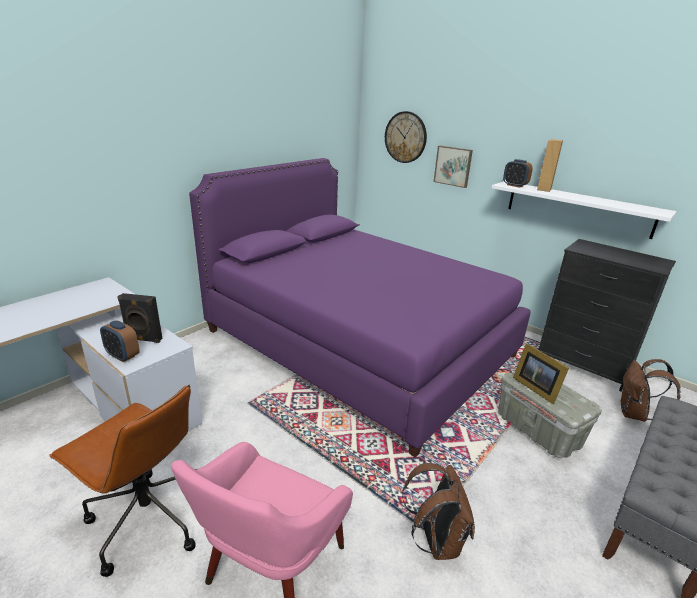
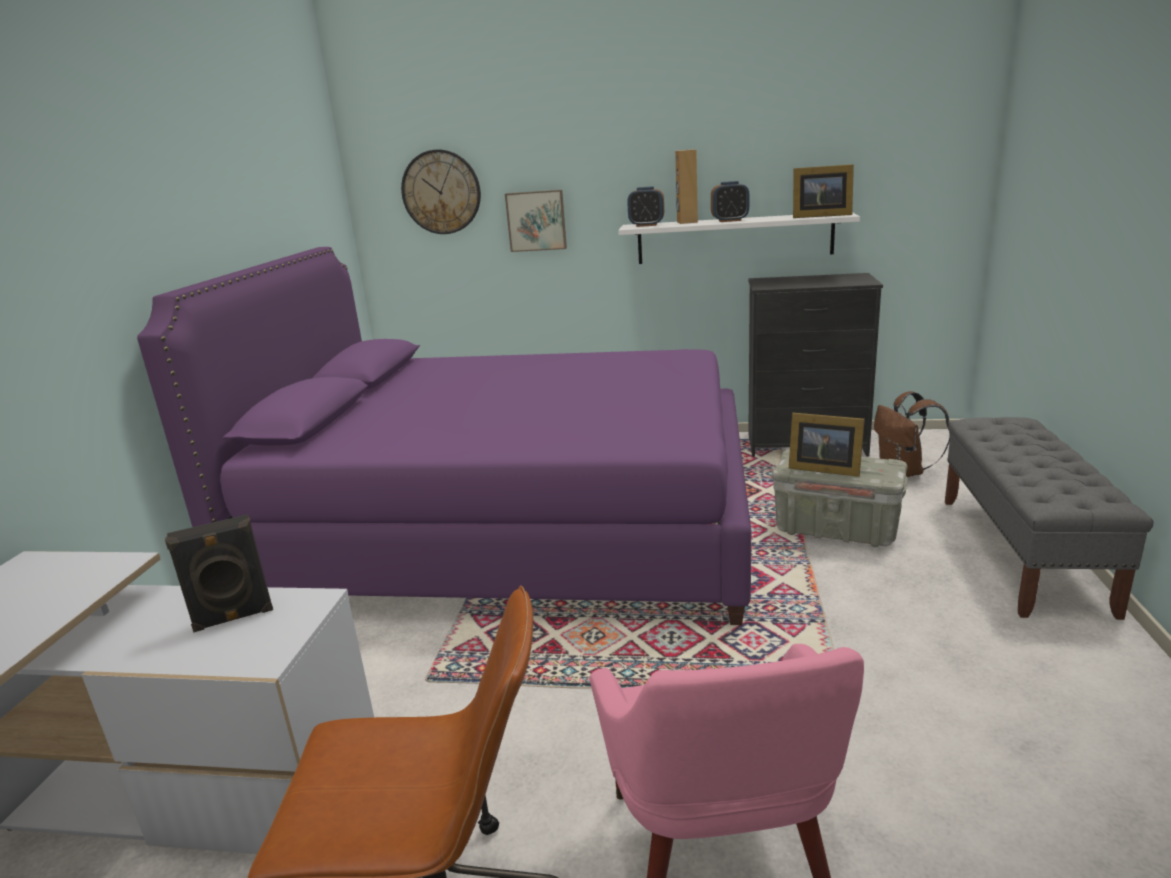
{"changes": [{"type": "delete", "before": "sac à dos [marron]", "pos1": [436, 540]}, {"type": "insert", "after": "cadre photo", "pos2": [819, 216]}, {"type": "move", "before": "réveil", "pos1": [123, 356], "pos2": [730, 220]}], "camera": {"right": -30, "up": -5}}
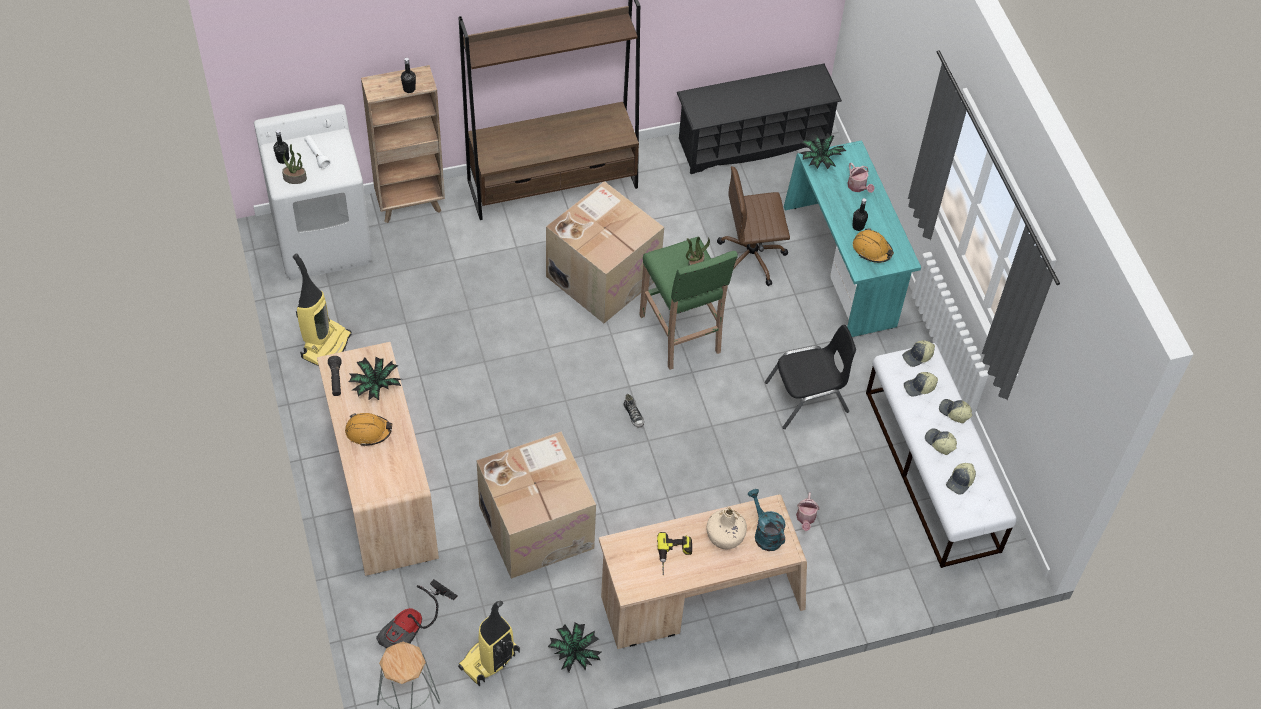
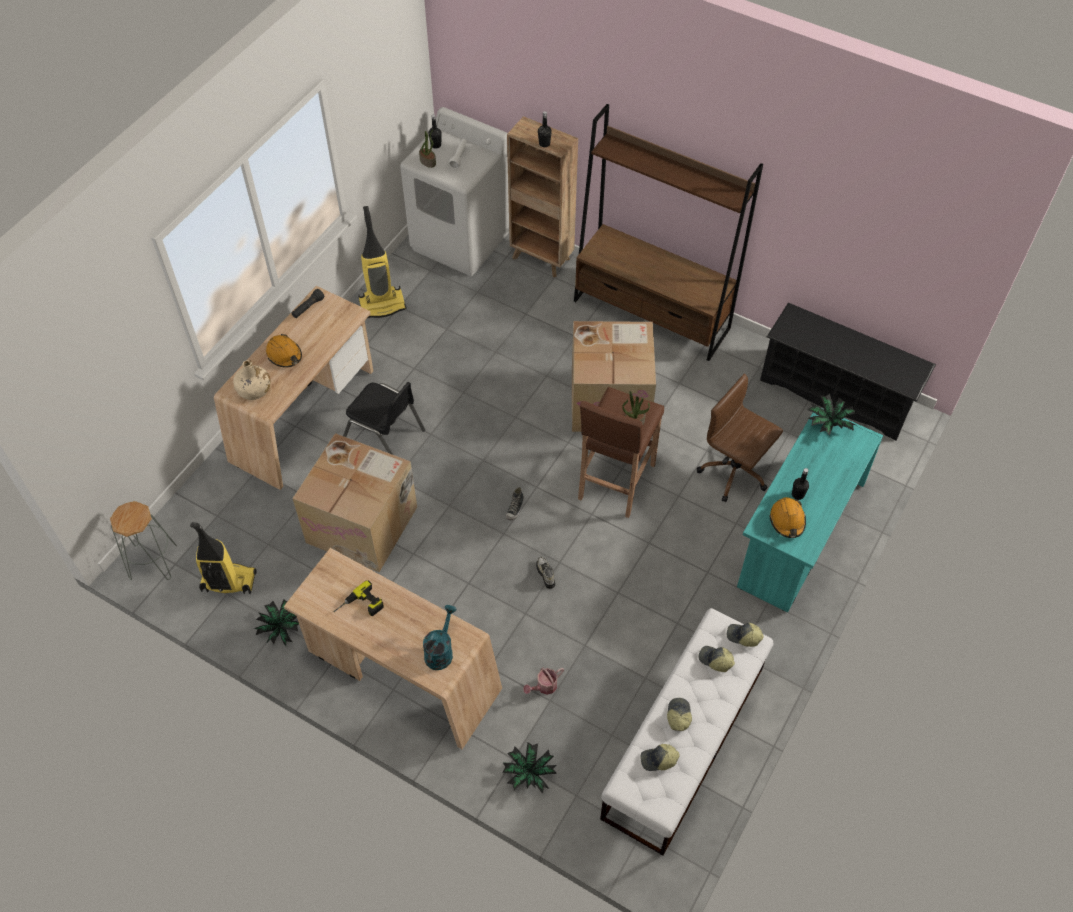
{"changes": [{"type": "delete", "before": "aspirateur", "pos1": [414, 628]}, {"type": "delete", "before": "arrosoir", "pos1": [858, 187]}, {"type": "delete", "before": "casquette", "pos1": [954, 412]}, {"type": "insert", "after": "chaussure", "pos2": [545, 574]}, {"type": "move", "before": "plante en pot", "pos1": [375, 385], "pos2": [529, 773]}, {"type": "move", "before": "bouteille [beige]", "pos1": [725, 535], "pos2": [254, 390]}, {"type": "move", "before": "chaise [noir]", "pos1": [807, 398], "pos2": [384, 434]}, {"type": "recolor", "before": "tabouret [vert]", "after": "tabouret [marron]", "pos1": [681, 335], "pos2": [615, 483]}], "camera": {"right": 50, "up": 0}}
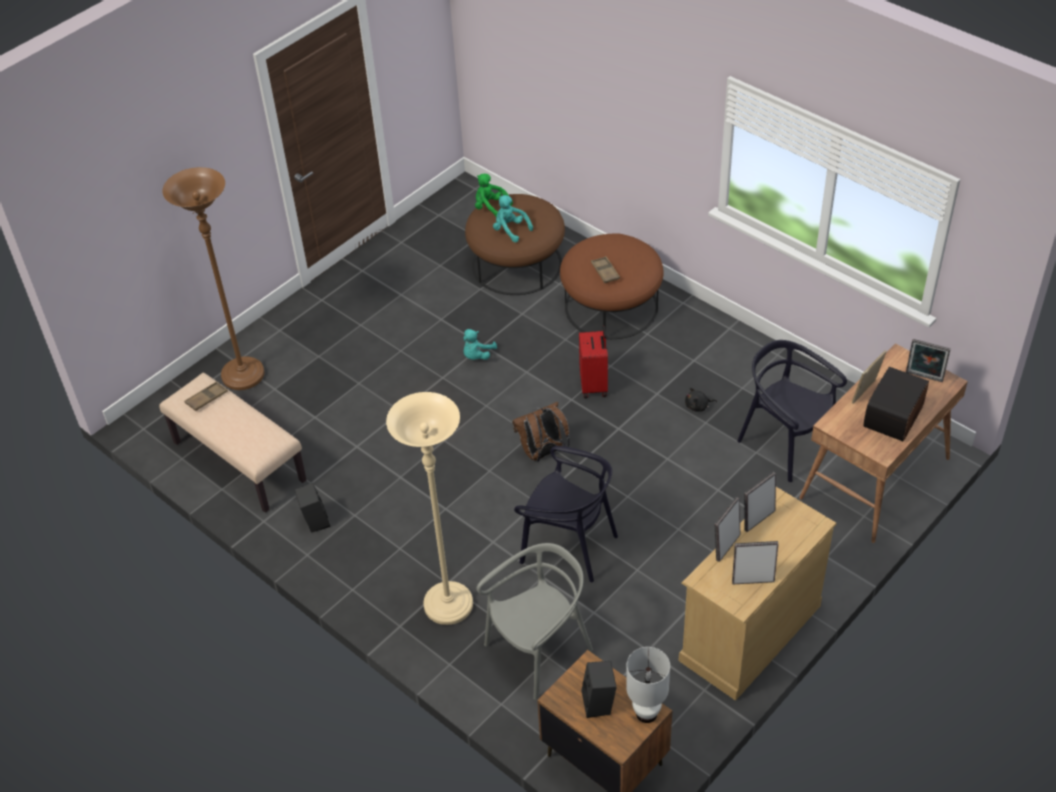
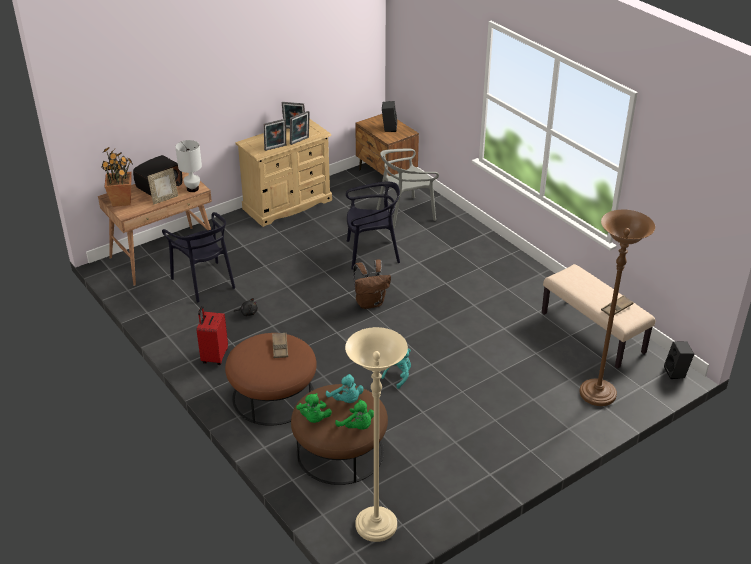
{"changes": [{"type": "insert", "after": "peluche [vert]", "pos2": [314, 418]}, {"type": "move", "before": "enceinte [noir]", "pos1": [314, 521], "pos2": [676, 372]}, {"type": "move", "before": "lampadaire [beige]", "pos1": [448, 605], "pos2": [376, 526]}, {"type": "move", "before": "valise [rouge]", "pos1": [595, 385], "pos2": [214, 357]}, {"type": "move", "before": "lampe de table [blanc]", "pos1": [646, 714], "pos2": [193, 189]}, {"type": "replace", "before": "cadre photo", "after": "plante en pot", "pos1": [923, 378], "pos2": [122, 201]}, {"type": "rotate", "before": "chaise [noir]", "pos1": [568, 546], "pos2": [372, 253], "turn": 135}], "camera": {"right": -170, "up": -10}}
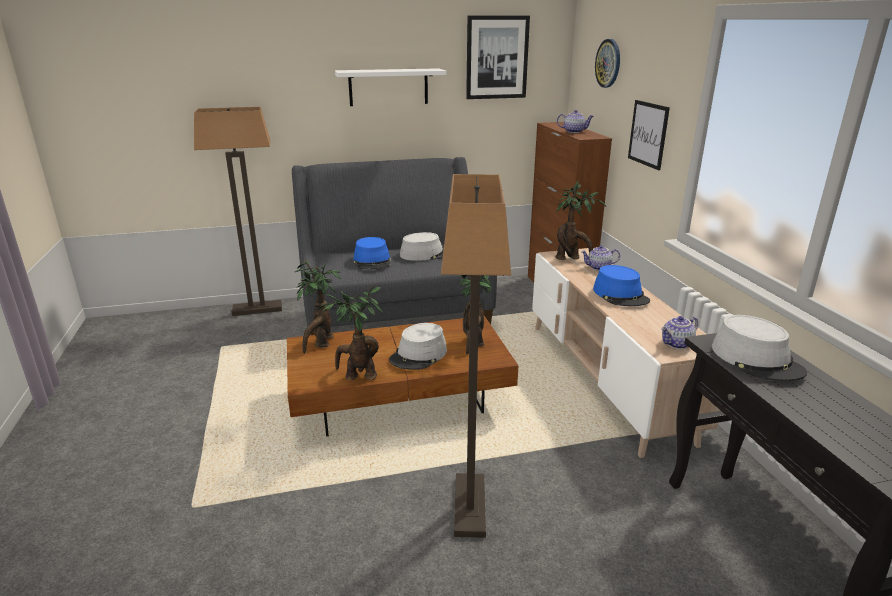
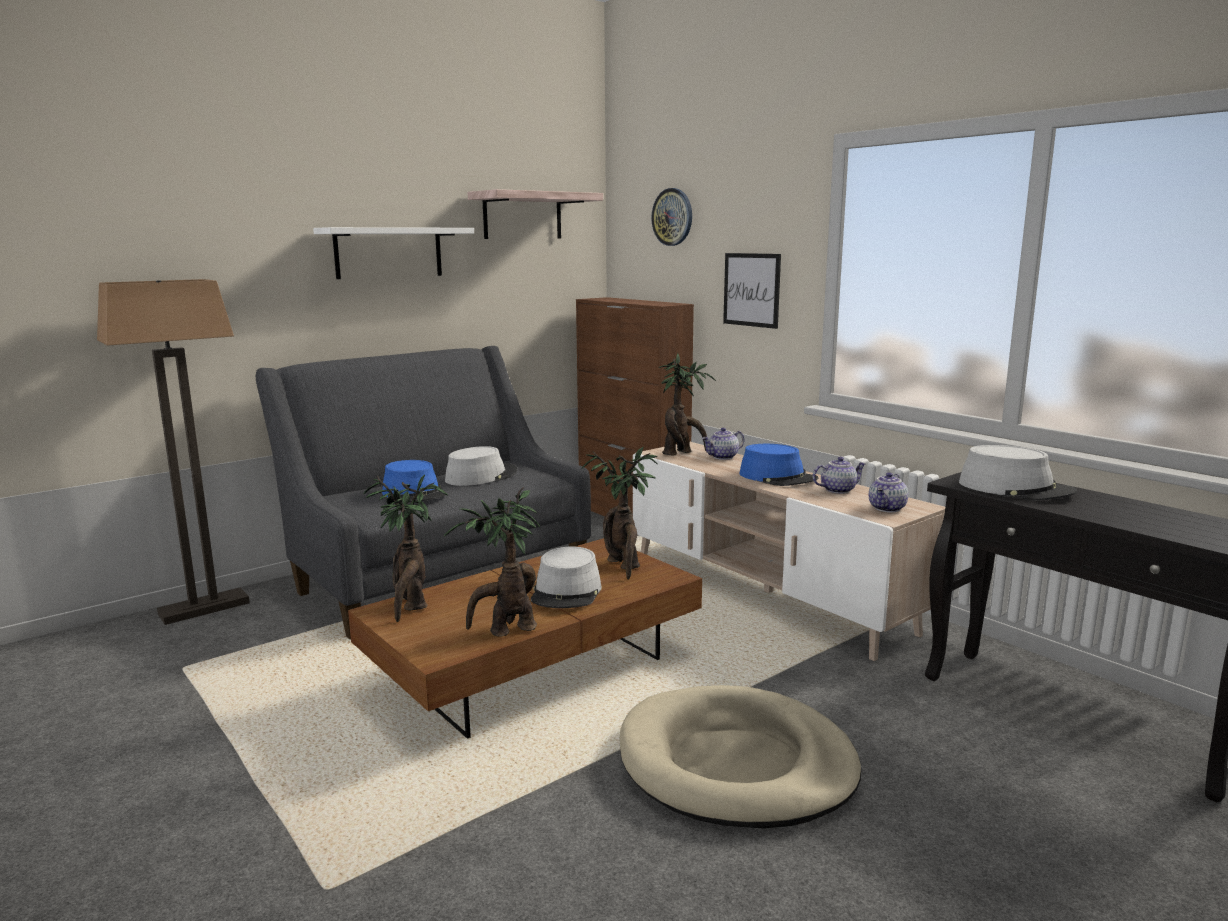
{"changes": [{"type": "move", "before": "théière", "pos1": [574, 131], "pos2": [838, 490]}, {"type": "replace", "before": "lampadaire", "after": "panier pour chien [beige]", "pos1": [470, 507], "pos2": [736, 764]}, {"type": "replace", "before": "tableau", "after": "étagère", "pos1": [497, 57], "pos2": [522, 216]}], "camera": {"right": -25, "up": -10}}
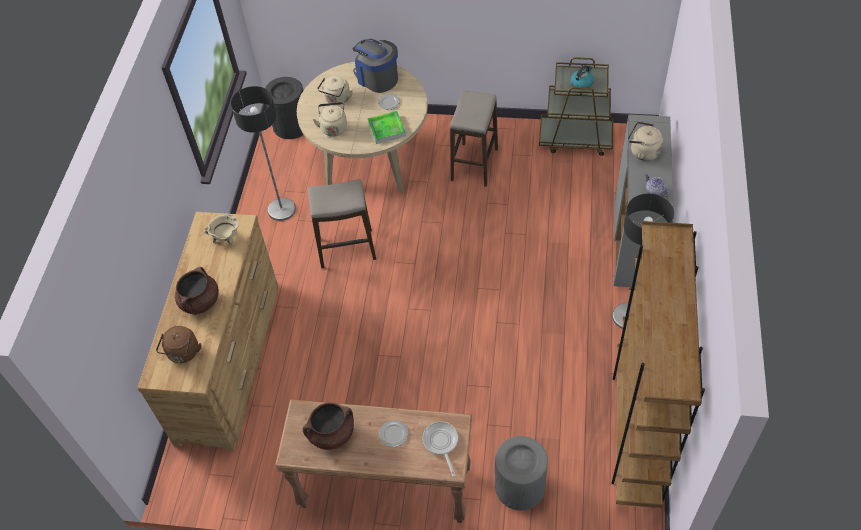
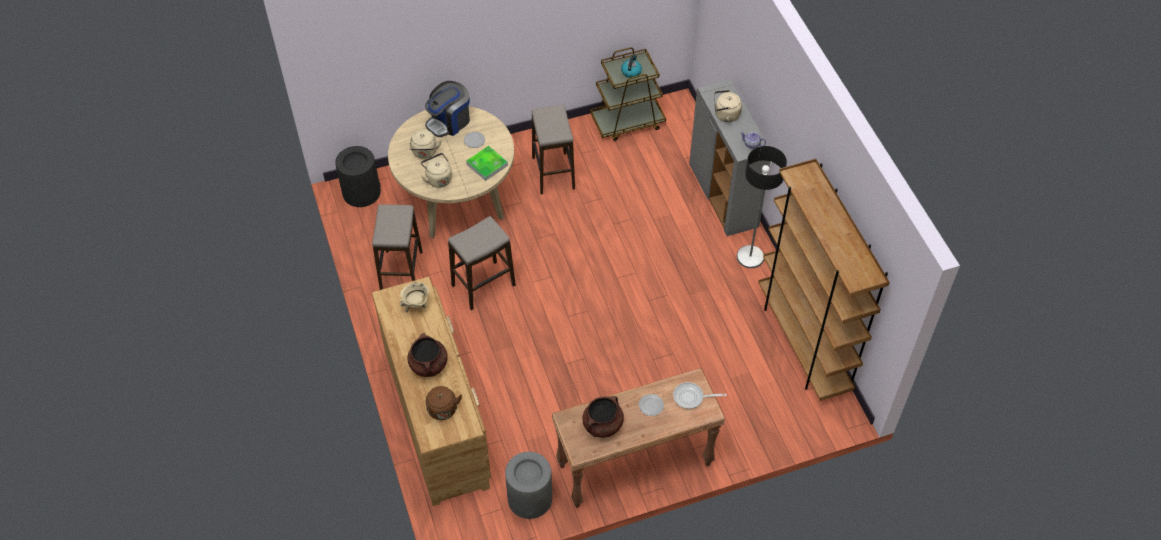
{"changes": [{"type": "move", "before": "poubelle [gris]", "pos1": [520, 486], "pos2": [530, 498]}, {"type": "replace", "before": "lampadaire", "after": "tabouret", "pos1": [281, 209], "pos2": [401, 272]}, {"type": "rotate", "before": "machine à café", "pos1": [377, 78], "pos2": [449, 122], "turn": -60}, {"type": "rotate", "before": "poêle", "pos1": [441, 443], "pos2": [691, 397], "turn": -45}], "camera": {"right": -30, "up": 0}}
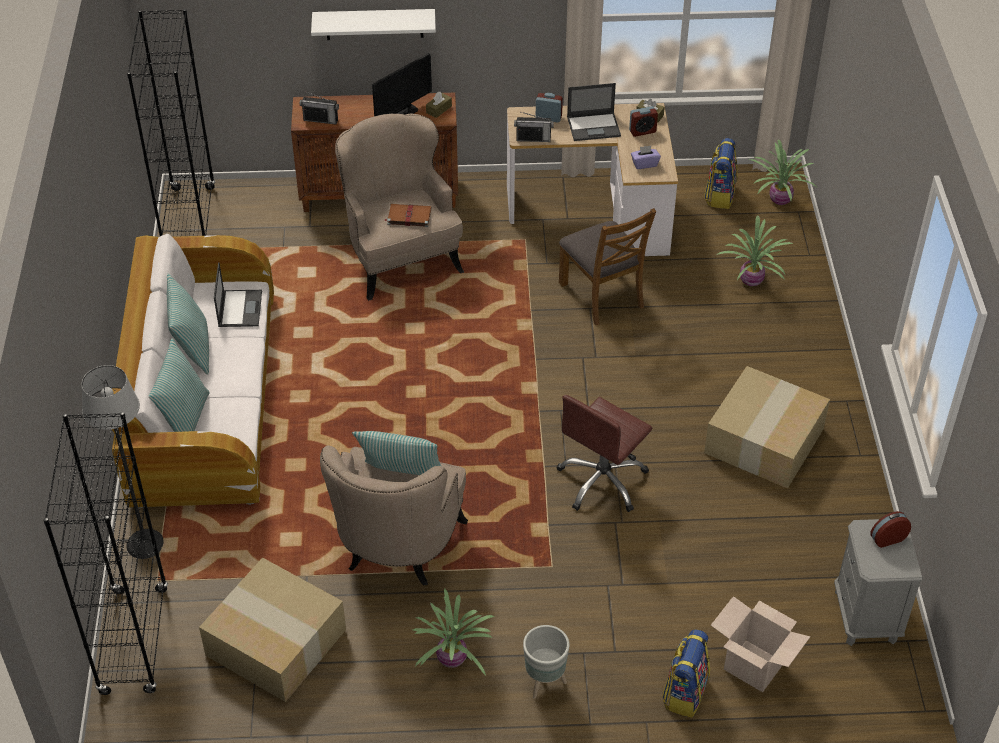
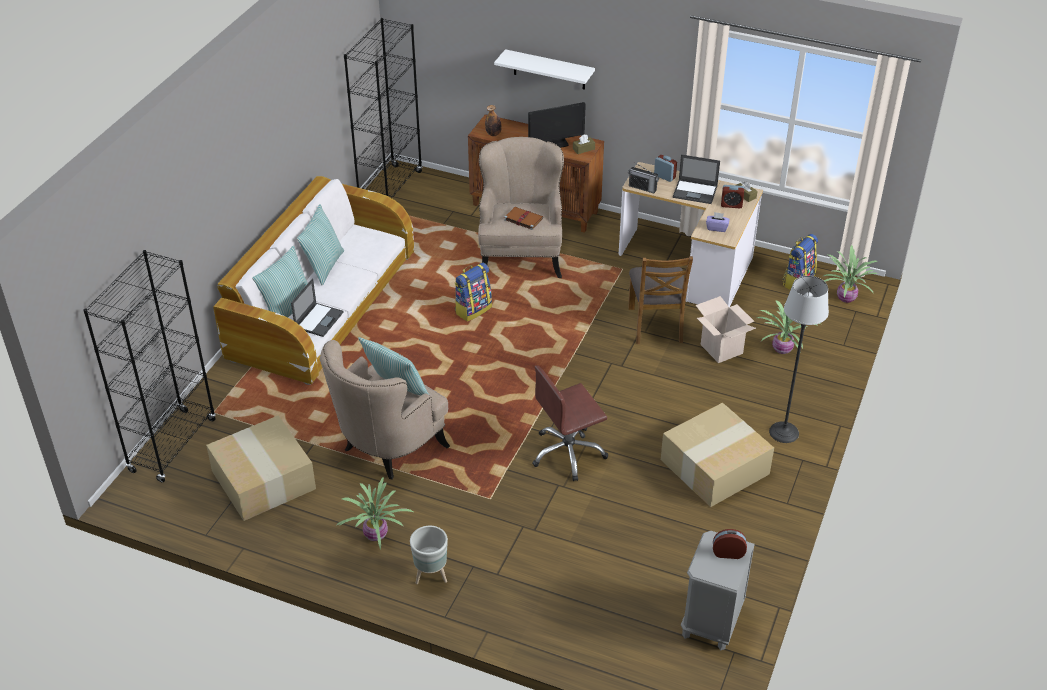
{"changes": [{"type": "move", "before": "lampadaire", "pos1": [145, 543], "pos2": [784, 432]}, {"type": "move", "before": "ordinateur portable", "pos1": [240, 308], "pos2": [319, 319]}, {"type": "move", "before": "sac à dos", "pos1": [684, 692], "pos2": [473, 309]}, {"type": "move", "before": "carton", "pos1": [753, 666], "pos2": [721, 349]}, {"type": "replace", "before": "radio", "after": "bouteille", "pos1": [321, 120], "pos2": [493, 134]}], "camera": {"right": 25, "up": -5}}
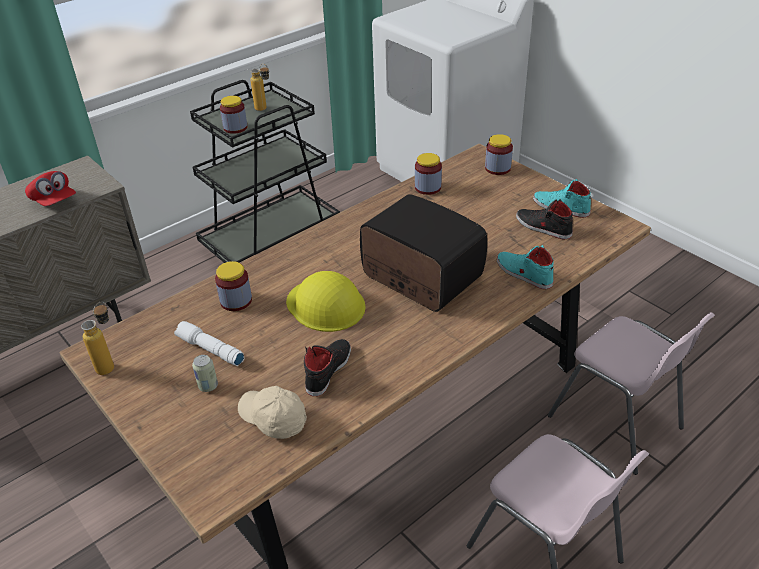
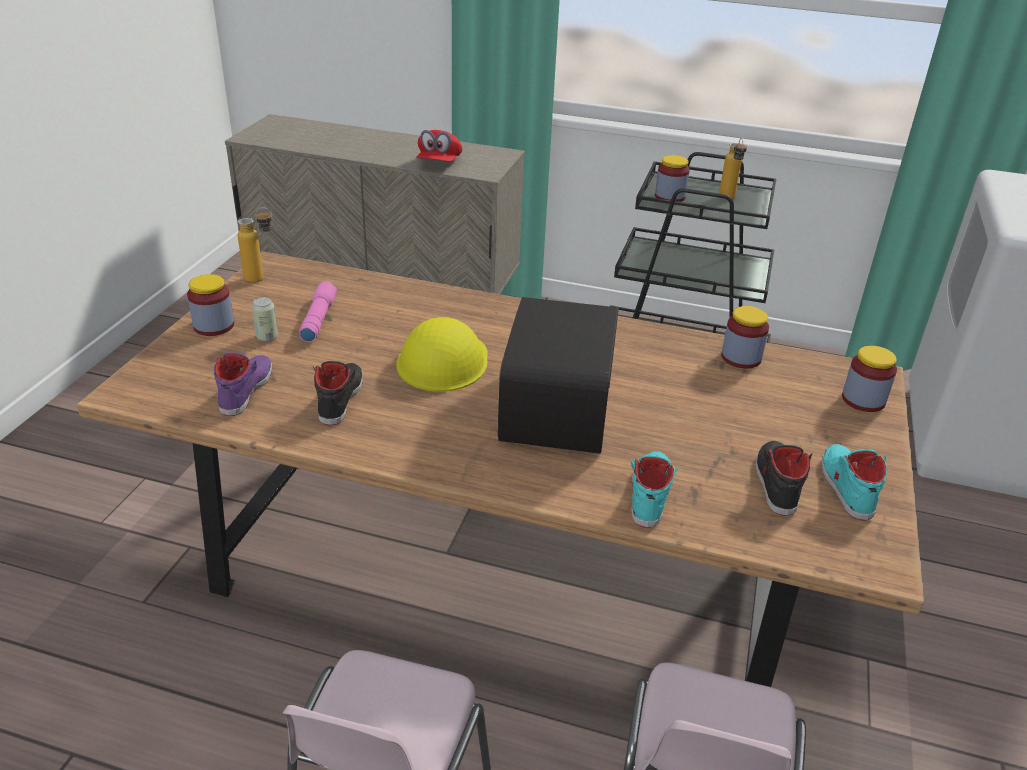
{"changes": [{"type": "move", "before": "bocal", "pos1": [236, 301], "pos2": [214, 326]}, {"type": "replace", "before": "casquette [beige]", "after": "chaussure [violet]", "pos1": [273, 419], "pos2": [245, 389]}, {"type": "recolor", "before": "lampe de poche [blanc]", "after": "lampe de poche [rose]", "pos1": [209, 350], "pos2": [317, 319]}, {"type": "rotate", "before": "chaussure [noir]", "pos1": [328, 370], "pos2": [340, 398], "turn": -75}], "camera": {"right": 55, "up": -5}}
